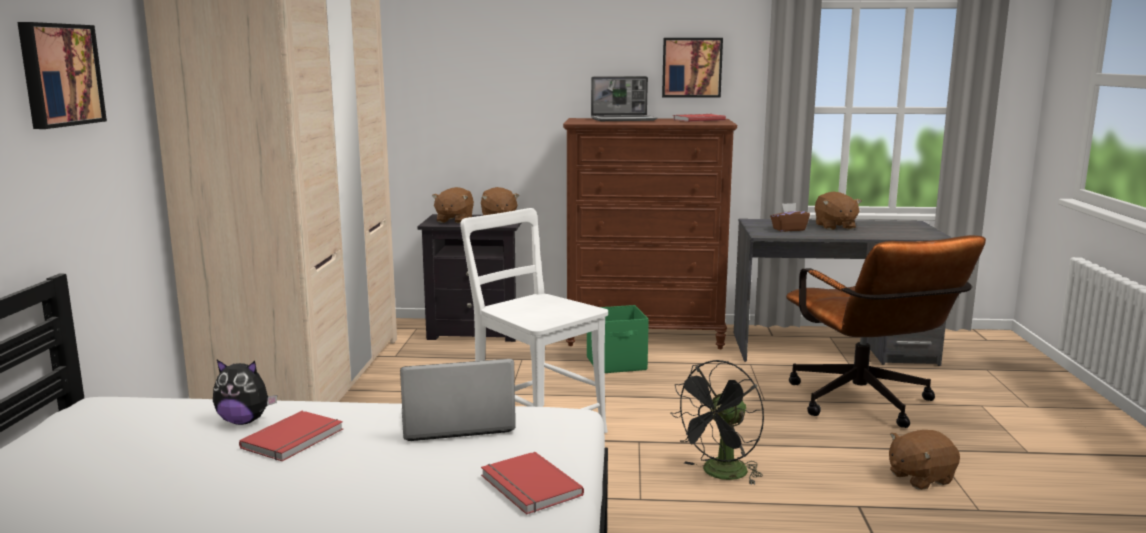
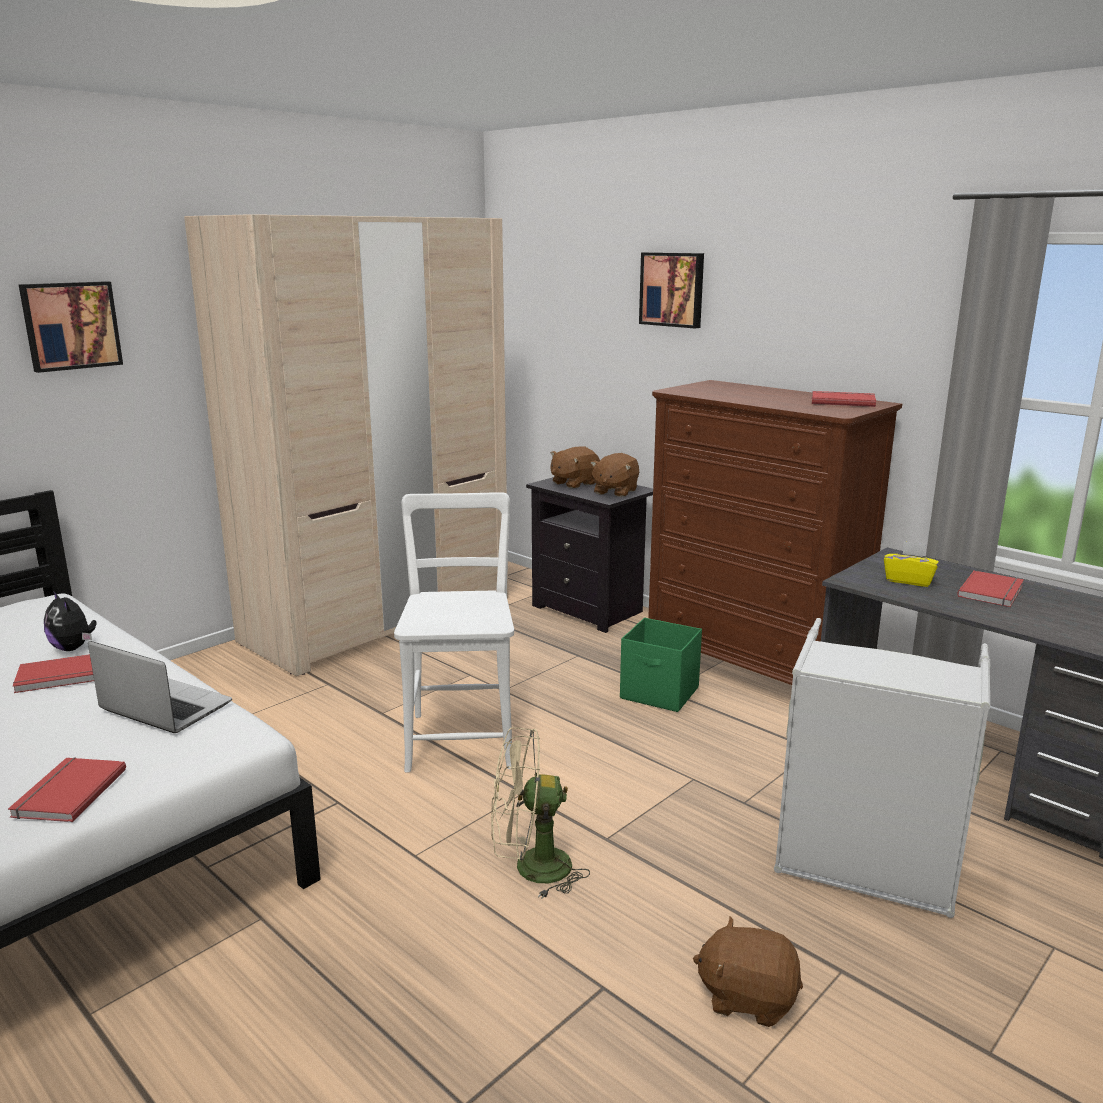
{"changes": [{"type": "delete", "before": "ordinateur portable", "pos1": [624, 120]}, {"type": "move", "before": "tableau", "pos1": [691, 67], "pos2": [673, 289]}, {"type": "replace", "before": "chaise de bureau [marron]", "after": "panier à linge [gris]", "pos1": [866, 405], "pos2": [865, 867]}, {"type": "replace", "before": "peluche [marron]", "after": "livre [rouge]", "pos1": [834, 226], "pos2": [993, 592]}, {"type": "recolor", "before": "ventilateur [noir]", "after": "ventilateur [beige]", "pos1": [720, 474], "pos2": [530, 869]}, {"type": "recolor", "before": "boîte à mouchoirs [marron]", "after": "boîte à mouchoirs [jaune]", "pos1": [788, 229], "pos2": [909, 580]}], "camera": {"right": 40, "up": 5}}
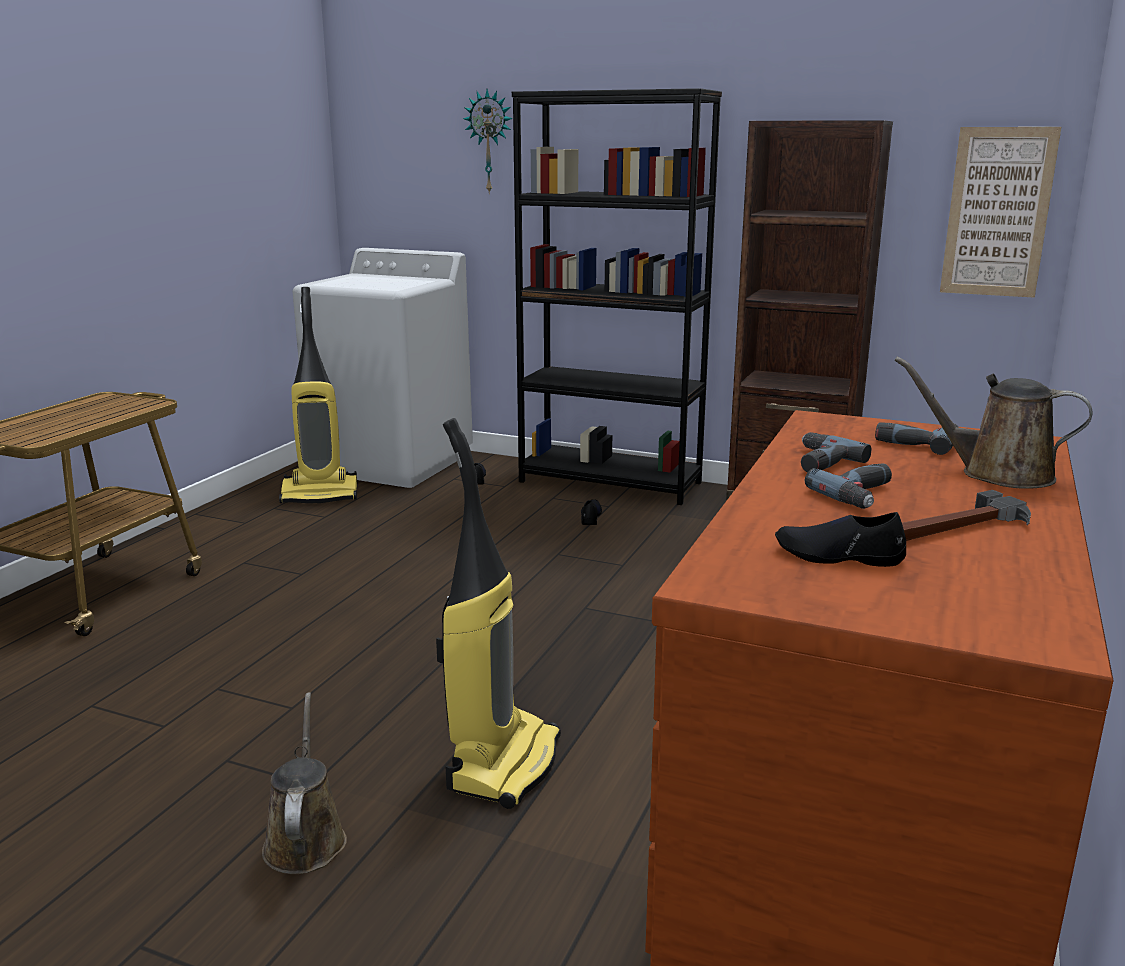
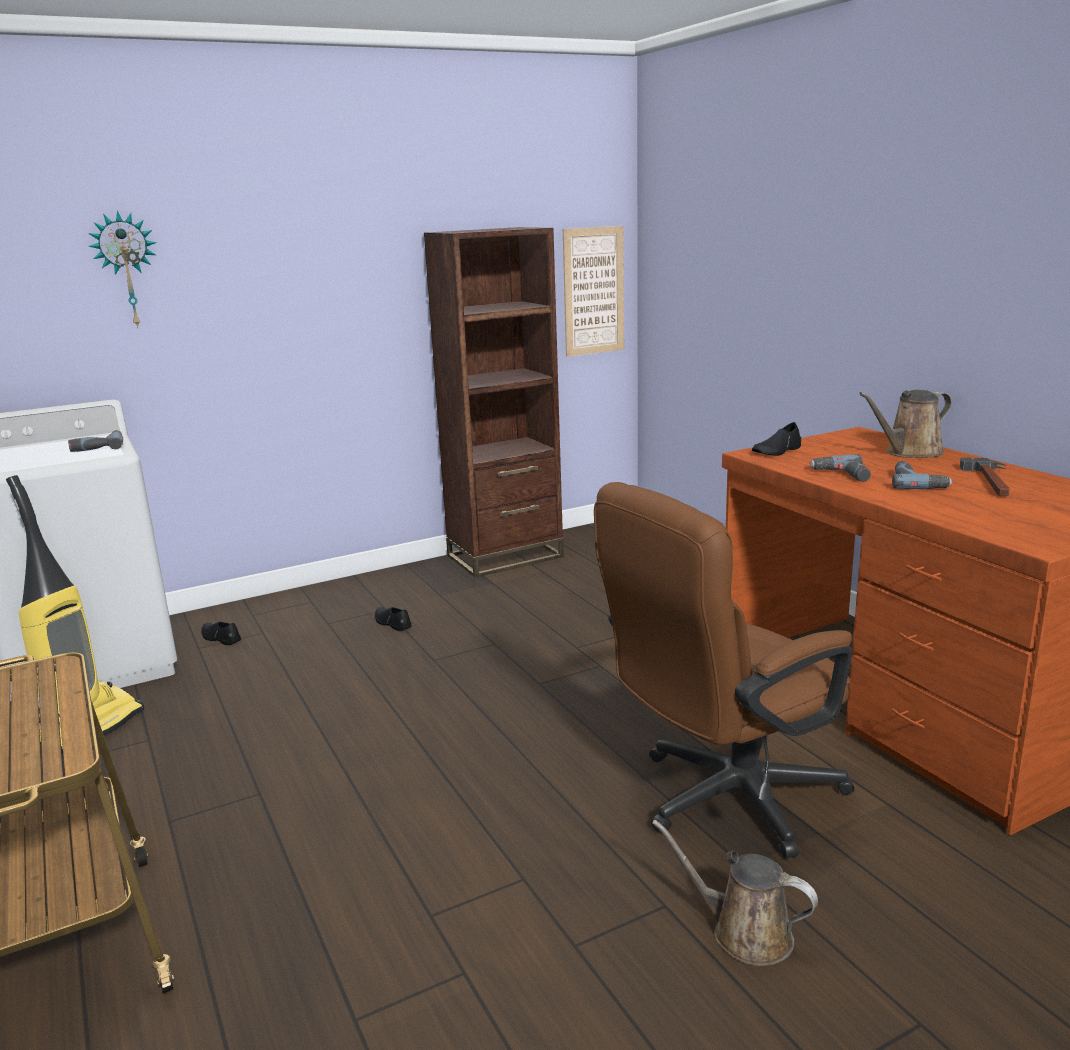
{"changes": [{"type": "delete", "before": "bibliothèque [noir]", "pos1": [610, 482]}, {"type": "move", "before": "chaussure [noir]", "pos1": [838, 556], "pos2": [777, 451]}, {"type": "move", "before": "perceuse", "pos1": [917, 442], "pos2": [98, 447]}, {"type": "replace", "before": "aspirateur", "after": "chaise de bureau [marron]", "pos1": [503, 762], "pos2": [723, 800]}], "camera": {"right": -50, "up": 0}}
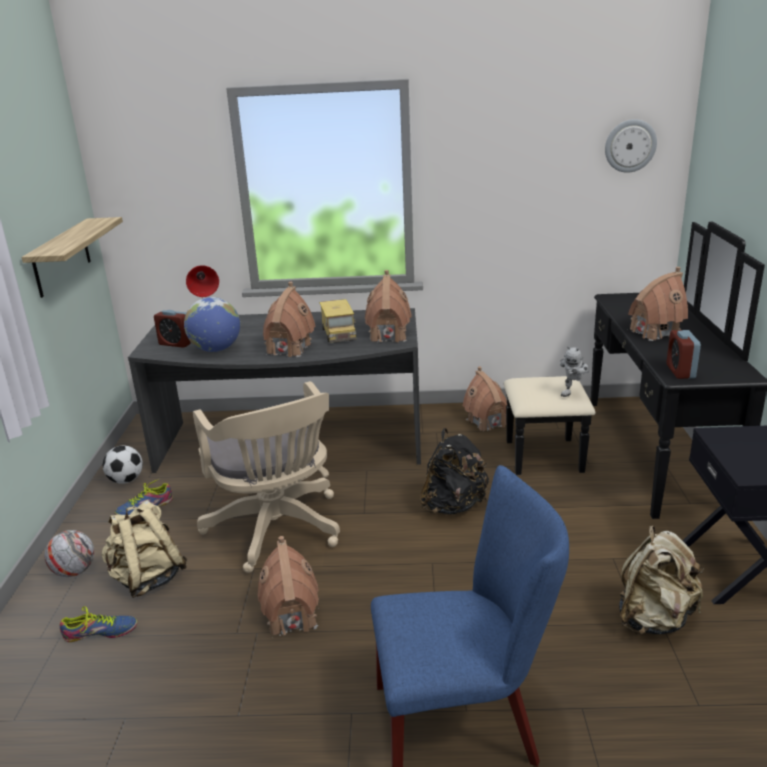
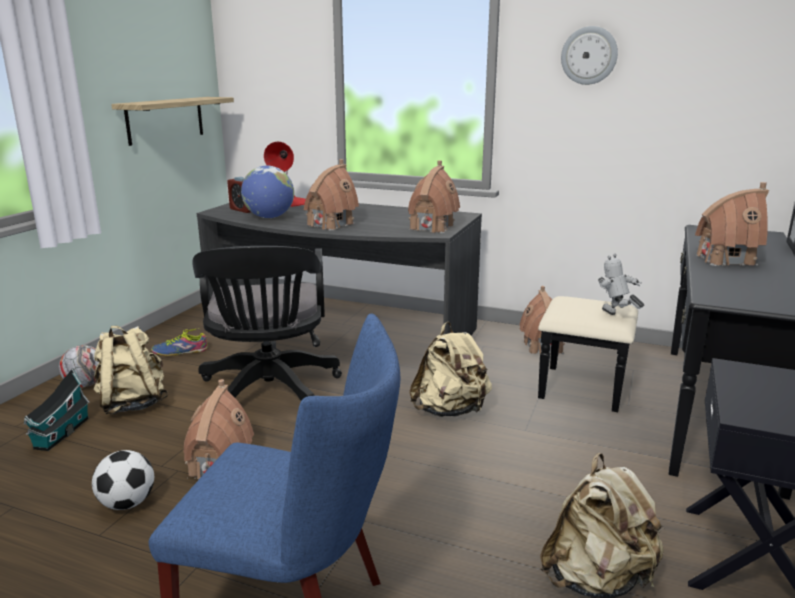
{"changes": [{"type": "delete", "before": "camion jouet", "pos1": [339, 333]}, {"type": "delete", "before": "réveil", "pos1": [680, 371]}, {"type": "move", "before": "ballon de foot", "pos1": [126, 480], "pos2": [127, 503]}, {"type": "move", "before": "horloge murale", "pos1": [630, 146], "pos2": [589, 55]}, {"type": "replace", "before": "chaussure", "after": "maison miniature", "pos1": [100, 632], "pos2": [60, 434]}, {"type": "recolor", "before": "chaise de bureau [beige]", "after": "chaise de bureau [noir]", "pos1": [277, 531], "pos2": [269, 393]}, {"type": "recolor", "before": "sac à dos [noir]", "after": "sac à dos [beige]", "pos1": [453, 505], "pos2": [450, 410]}, {"type": "rotate", "before": "robot jouet", "pos1": [573, 392], "pos2": [615, 316], "turn": 90}], "camera": {"right": 20, "up": -5}}
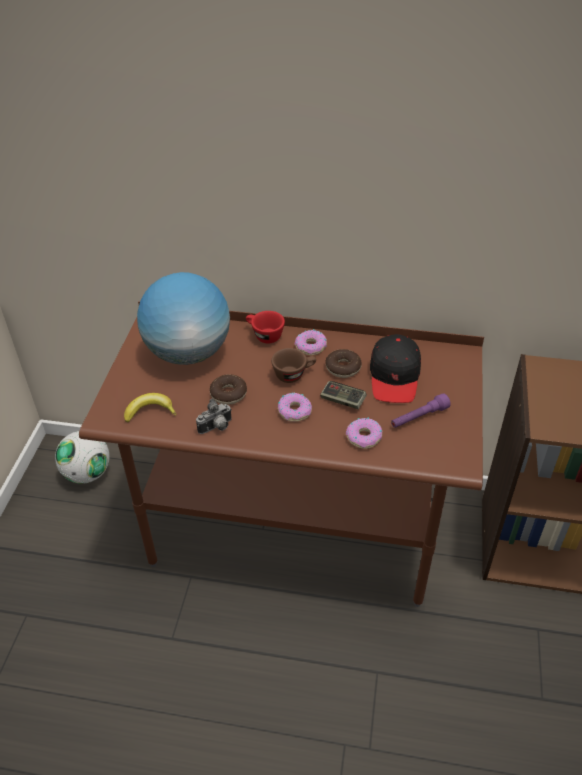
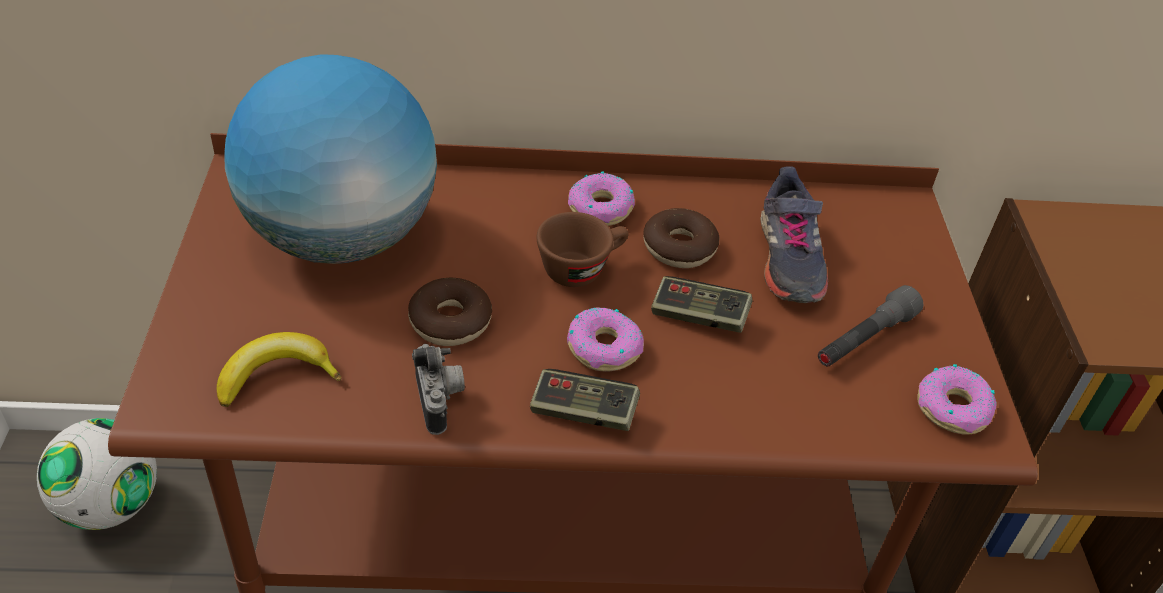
{"changes": [{"type": "delete", "before": "tasse [rouge]", "pos1": [264, 335]}, {"type": "insert", "after": "manette", "pos2": [583, 412]}, {"type": "move", "before": "beignet", "pos1": [364, 437], "pos2": [953, 408]}, {"type": "replace", "before": "casquette [noir]", "after": "chaussure [gris]", "pos1": [394, 377], "pos2": [788, 258]}, {"type": "recolor", "before": "lampe de poche [violet]", "after": "lampe de poche [gris]", "pos1": [419, 417], "pos2": [864, 340]}, {"type": "rotate", "before": "appareil photo", "pos1": [216, 428], "pos2": [440, 401], "turn": -60}], "camera": {"right": -15, "up": 0}}
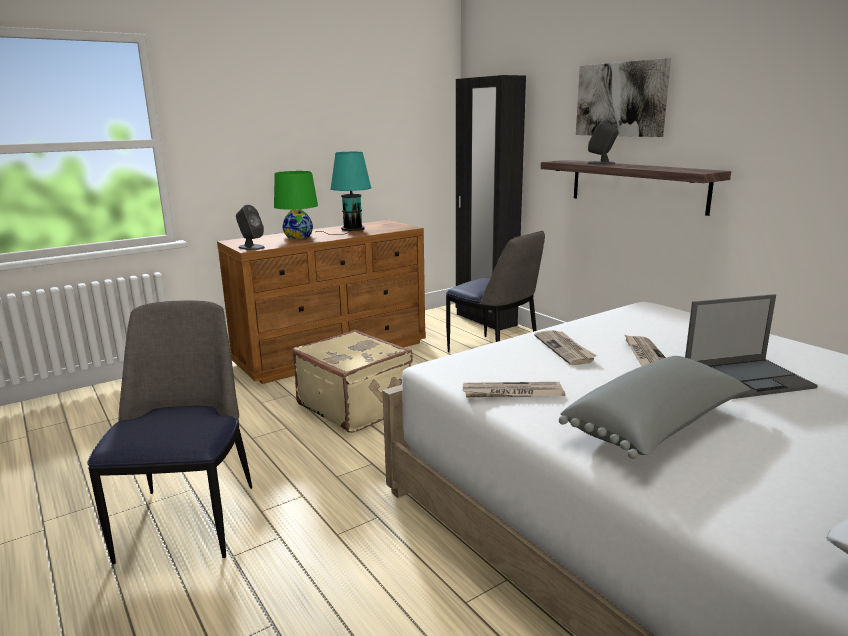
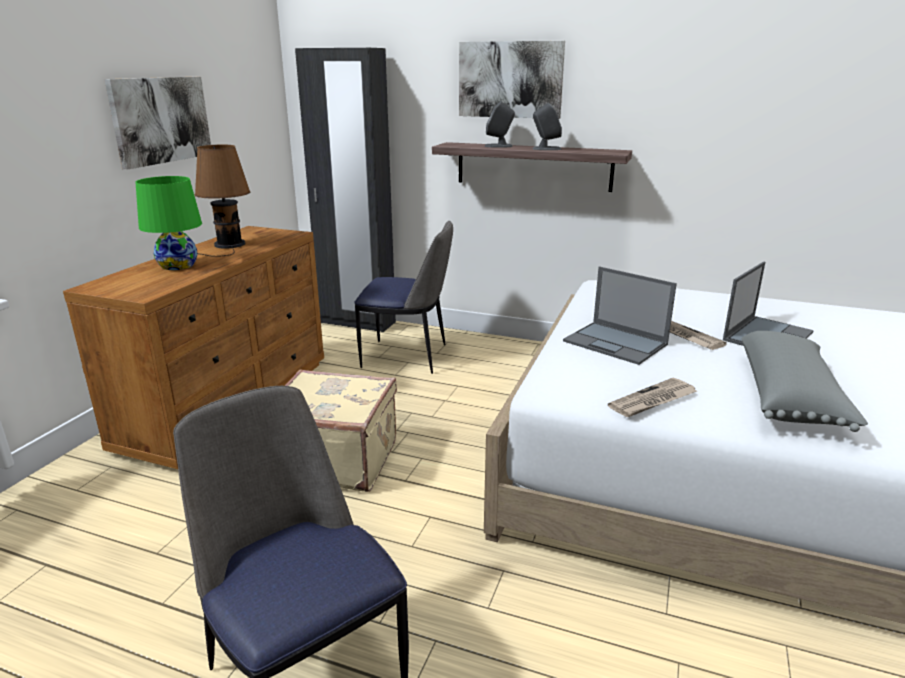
{"changes": [{"type": "insert", "after": "tableau", "pos2": [161, 120]}, {"type": "move", "before": "enceinte [gris]", "pos1": [251, 247], "pos2": [546, 149]}, {"type": "replace", "before": "journal", "after": "ordinateur portable", "pos1": [565, 349], "pos2": [616, 343]}, {"type": "recolor", "before": "lampe de table [turquoise]", "after": "lampe de table [marron]", "pos1": [350, 229], "pos2": [228, 245]}], "camera": {"right": -35, "up": 5}}
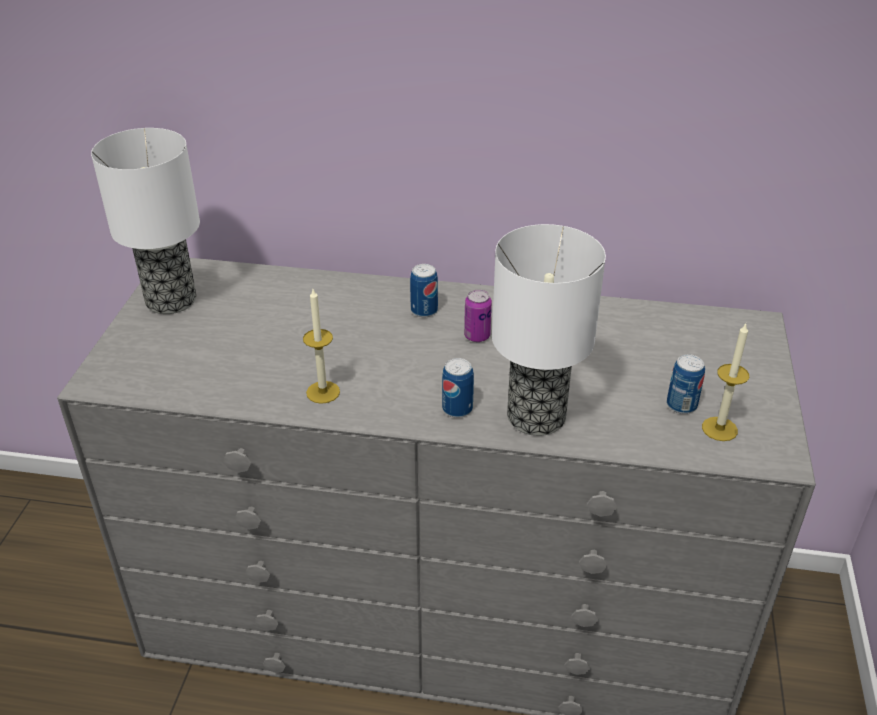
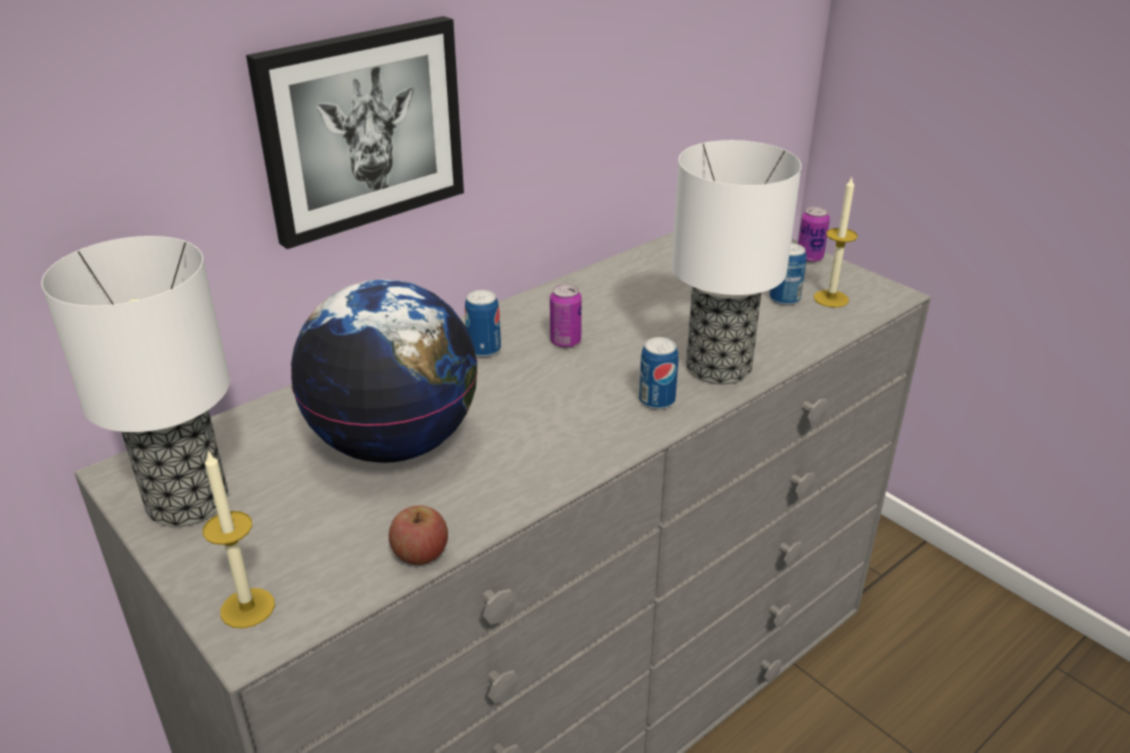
{"changes": [{"type": "insert", "after": "tableau", "pos2": [361, 128]}, {"type": "insert", "after": "globe", "pos2": [395, 443]}, {"type": "insert", "after": "pomme", "pos2": [420, 553]}, {"type": "insert", "after": "boîte métallique", "pos2": [809, 258]}, {"type": "move", "before": "bougie", "pos1": [323, 392], "pos2": [247, 608]}], "camera": {"right": -50, "up": -5}}
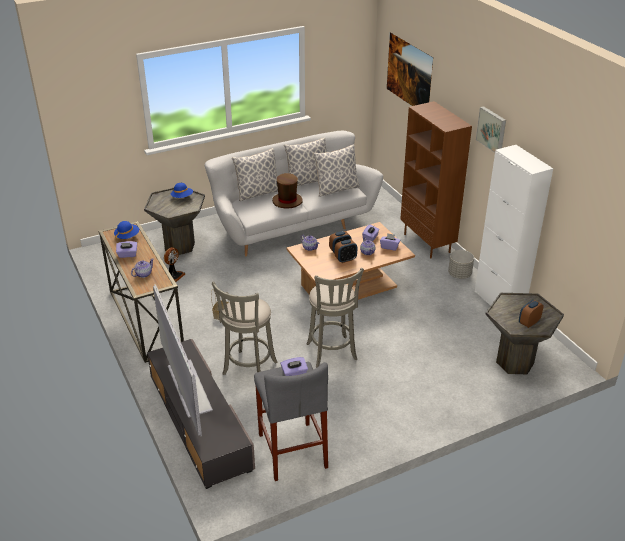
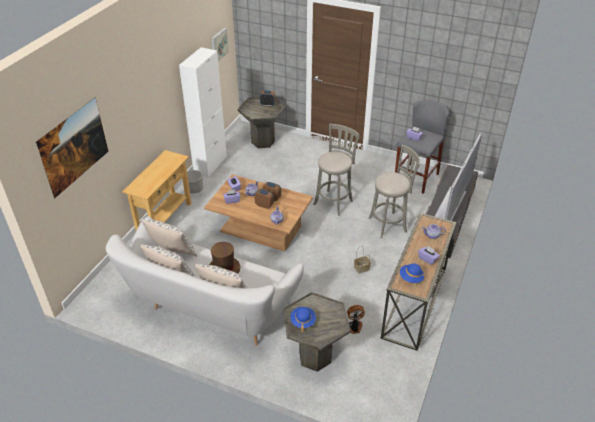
{"changes": [{"type": "move", "before": "tableau", "pos1": [492, 129], "pos2": [218, 45]}, {"type": "replace", "before": "bibliothèque [marron]", "after": "table console [beige]", "pos1": [427, 243], "pos2": [165, 219]}], "camera": {"right": -130, "up": 5}}
